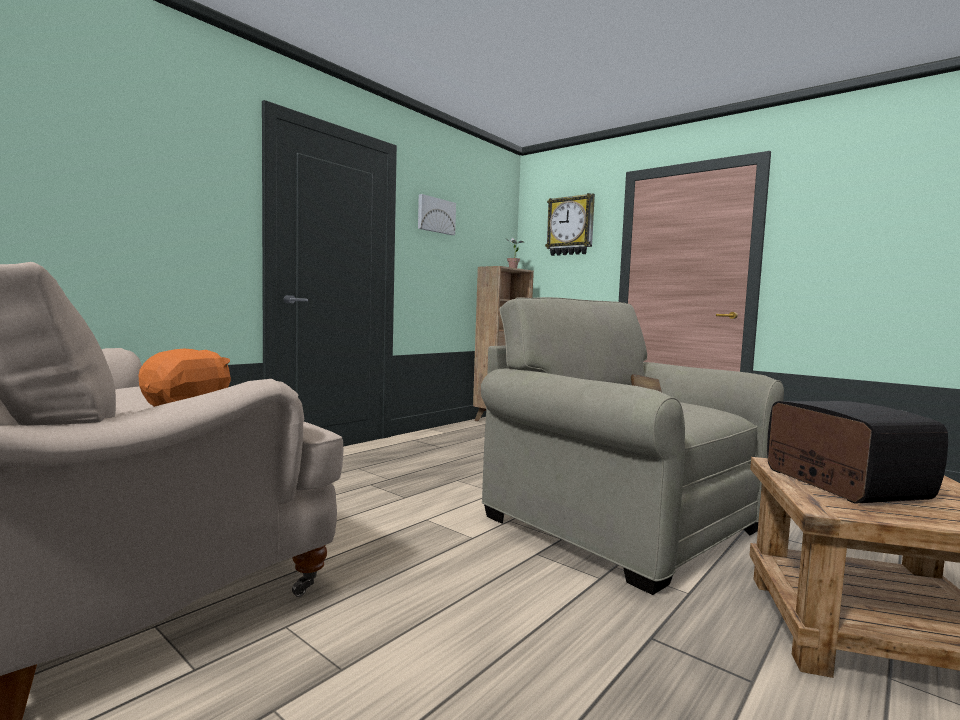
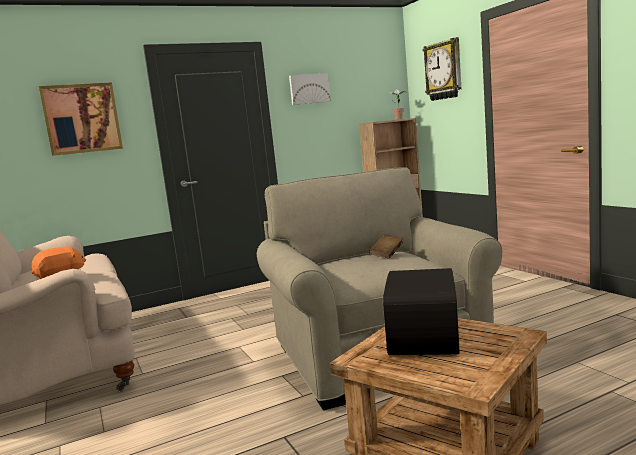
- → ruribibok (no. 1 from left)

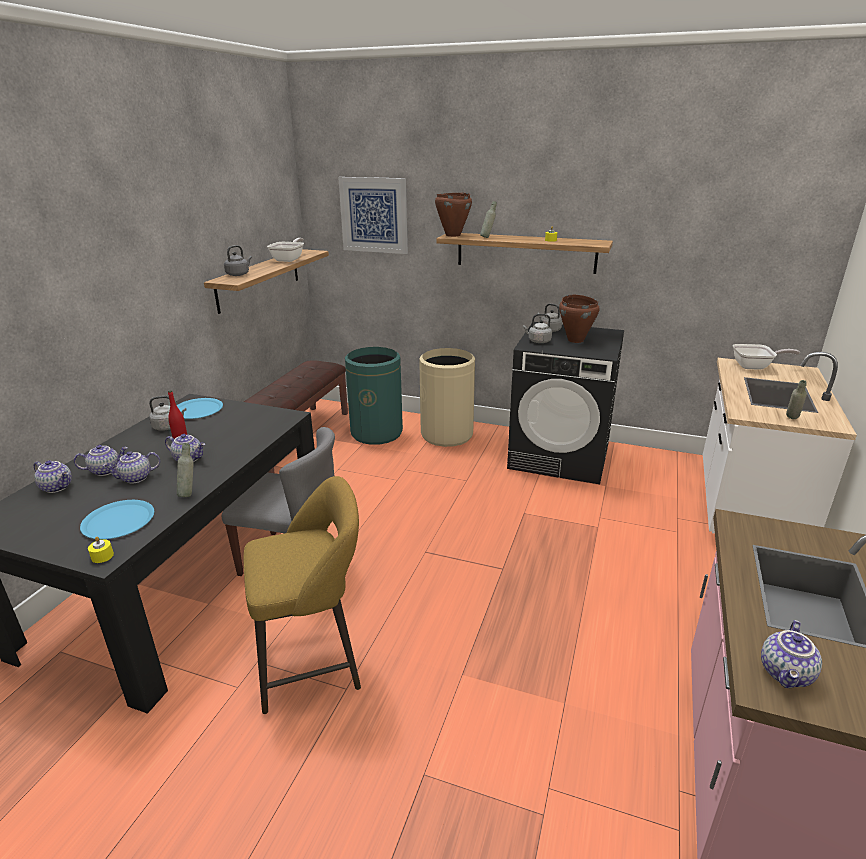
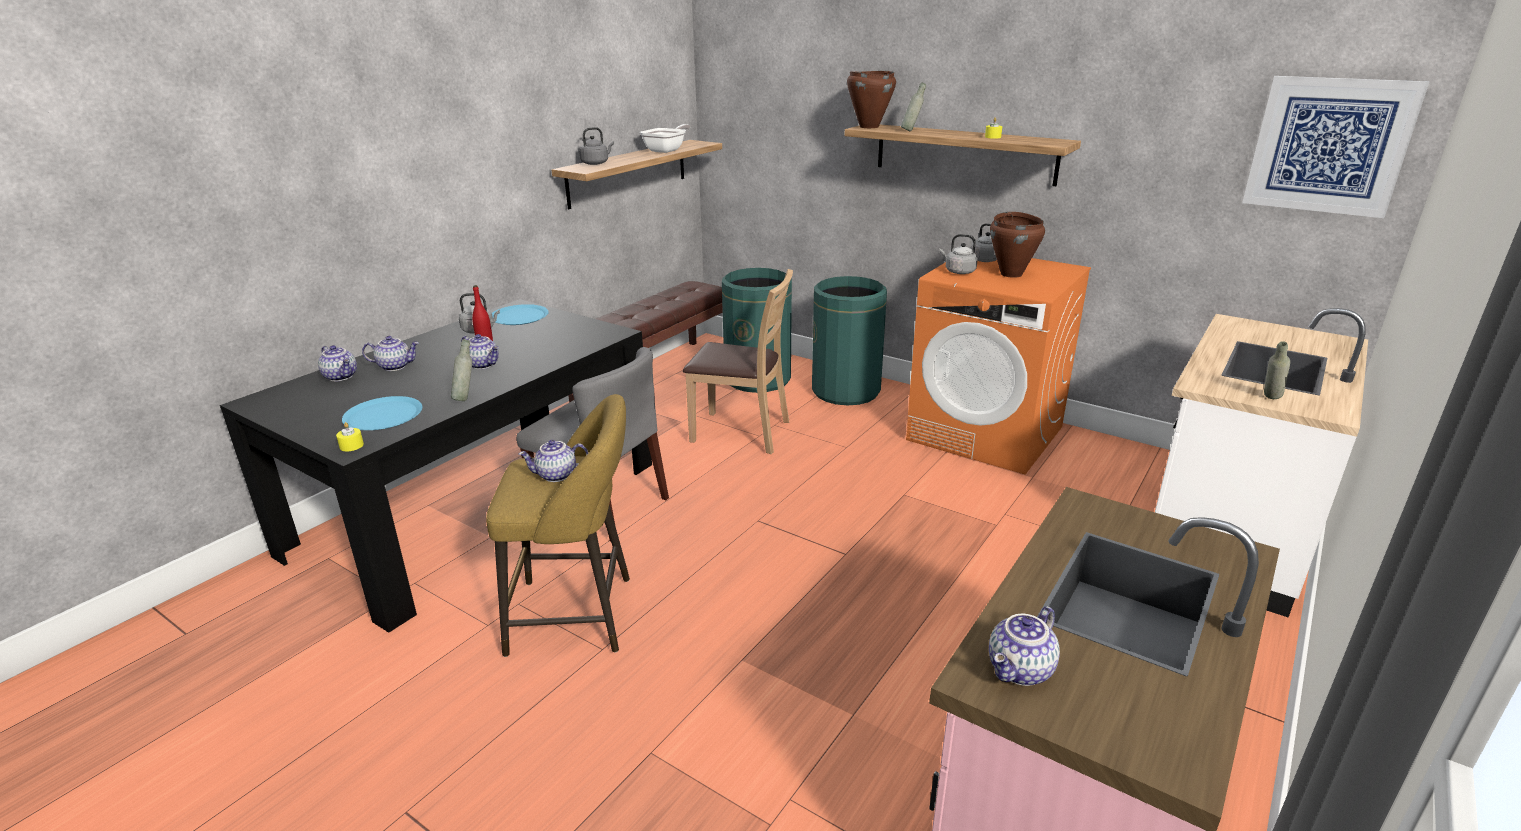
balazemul (no. 3 from left in the first image) → balazemul (no. 4 from left), relocated
- → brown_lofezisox
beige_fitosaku → green_fitosaku (no. 2 from left)
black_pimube → orange_pimube
ruribibok, relocated
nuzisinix (no. 2 from left) → -

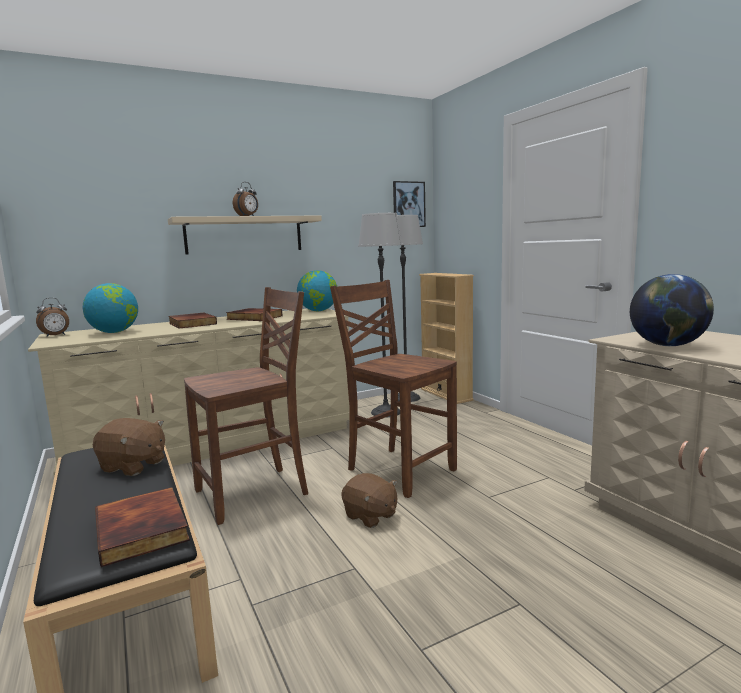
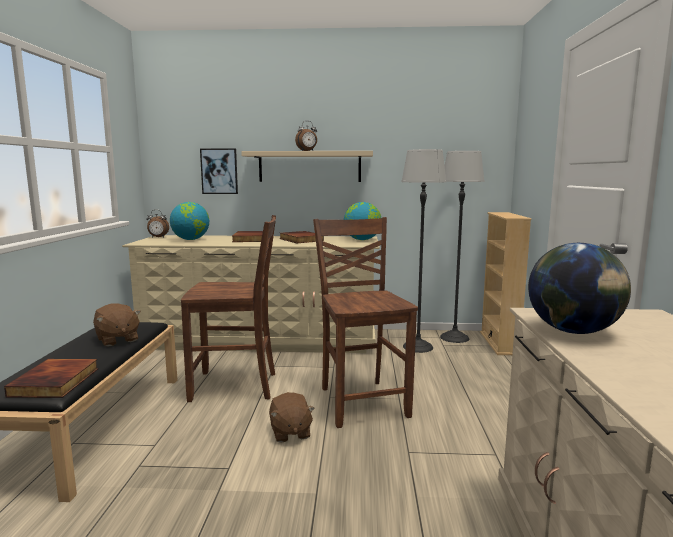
ruribibok, relocated

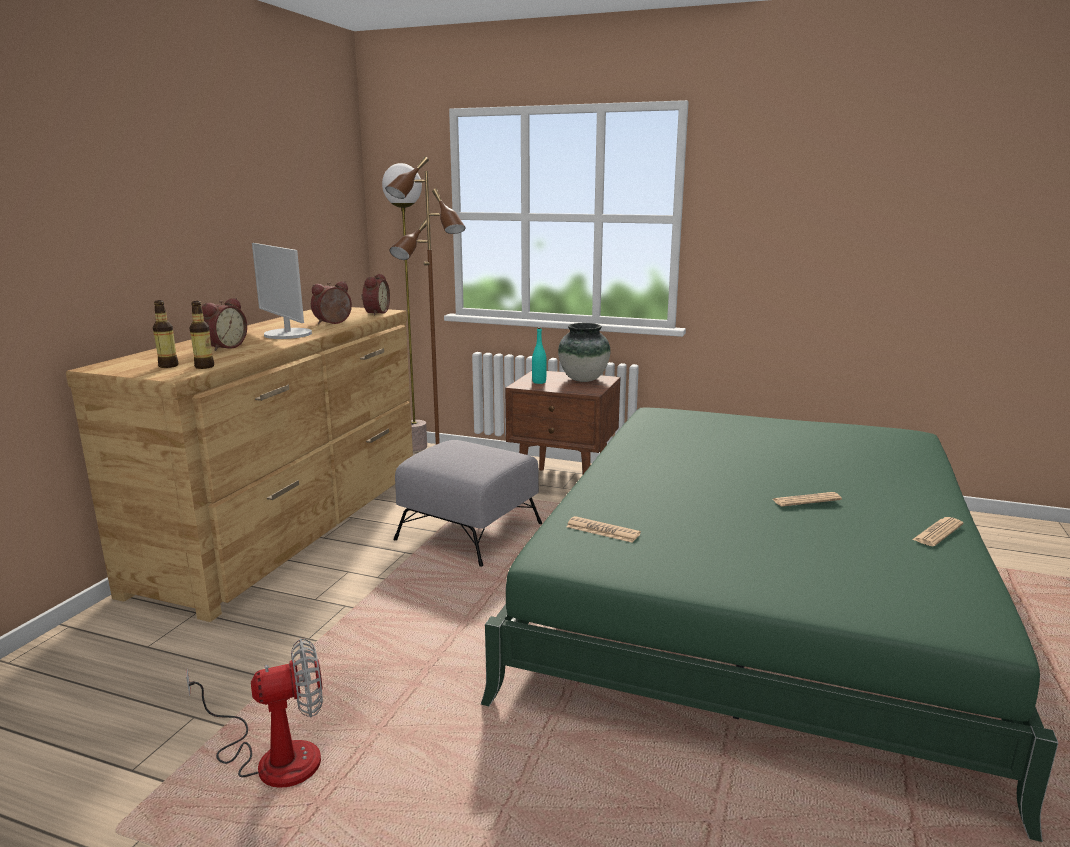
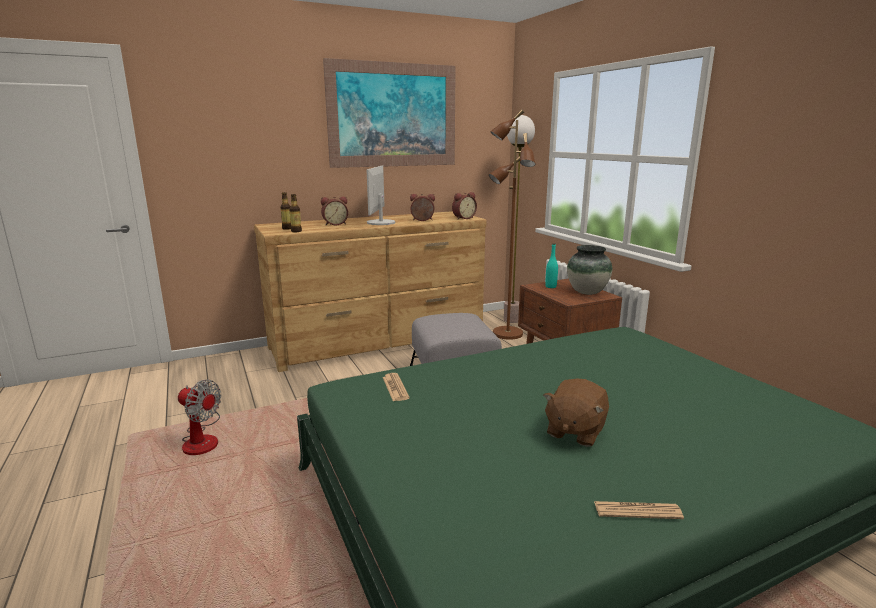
- → ruribibok
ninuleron (no. 2 from left) → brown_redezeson

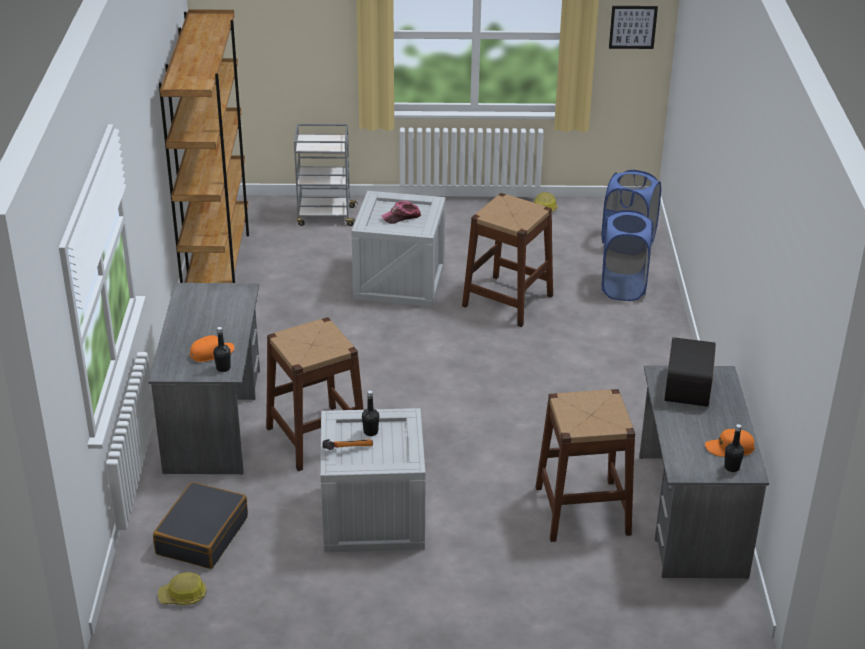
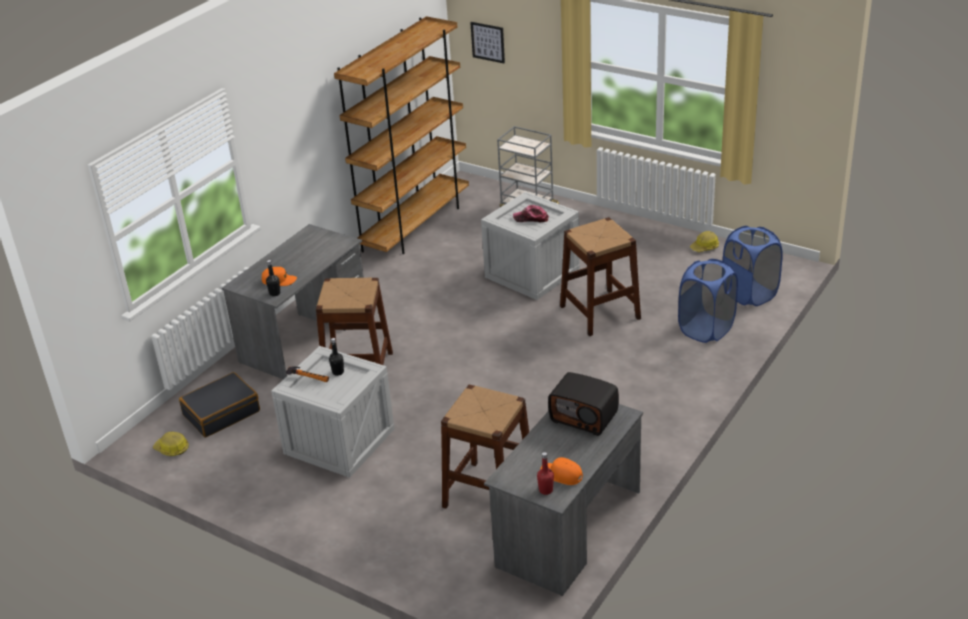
ruribibok, relocated
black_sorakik (no. 3 from left) → red_sorakik
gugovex, 105 degrees counterclockwise

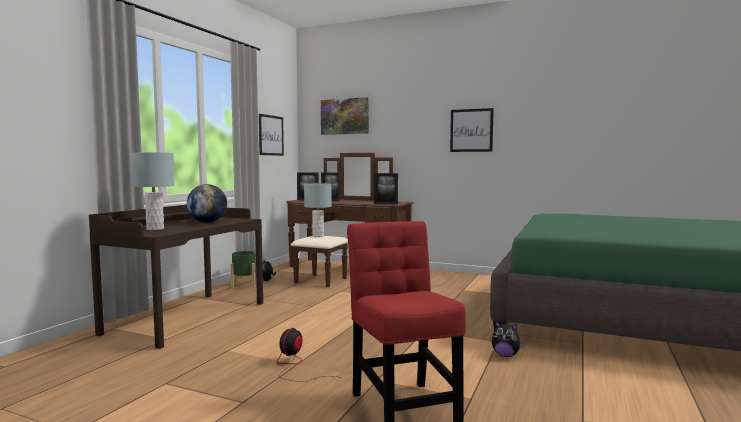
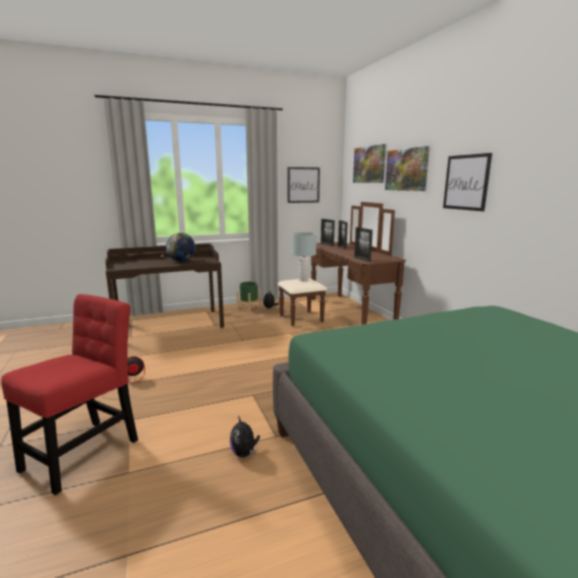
- → ruribibok (no. 3 from left)
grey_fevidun (no. 1 from left) → -

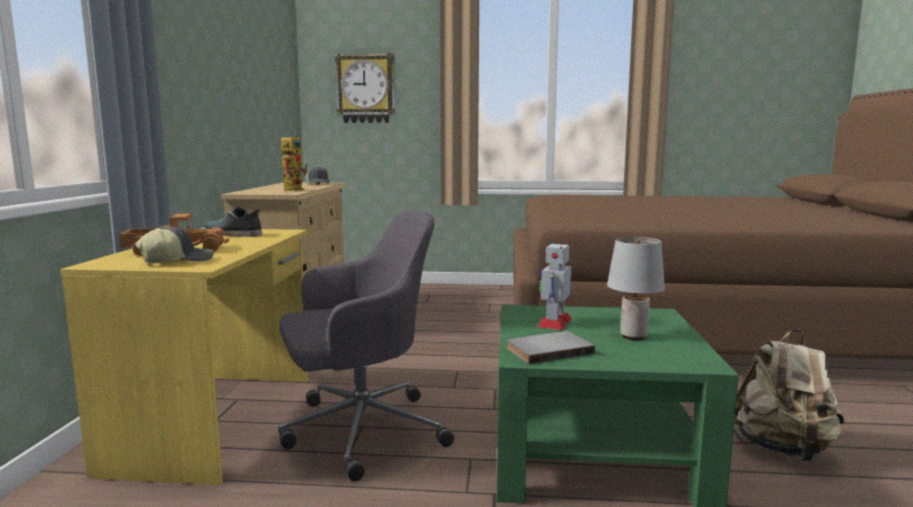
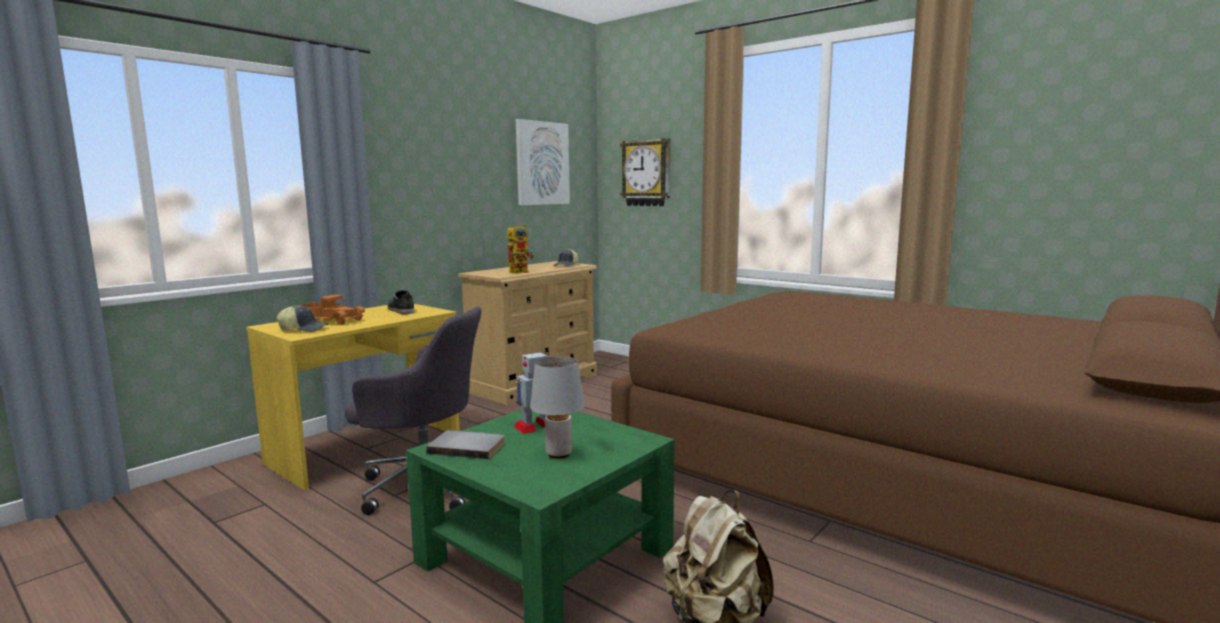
- → ruribibok

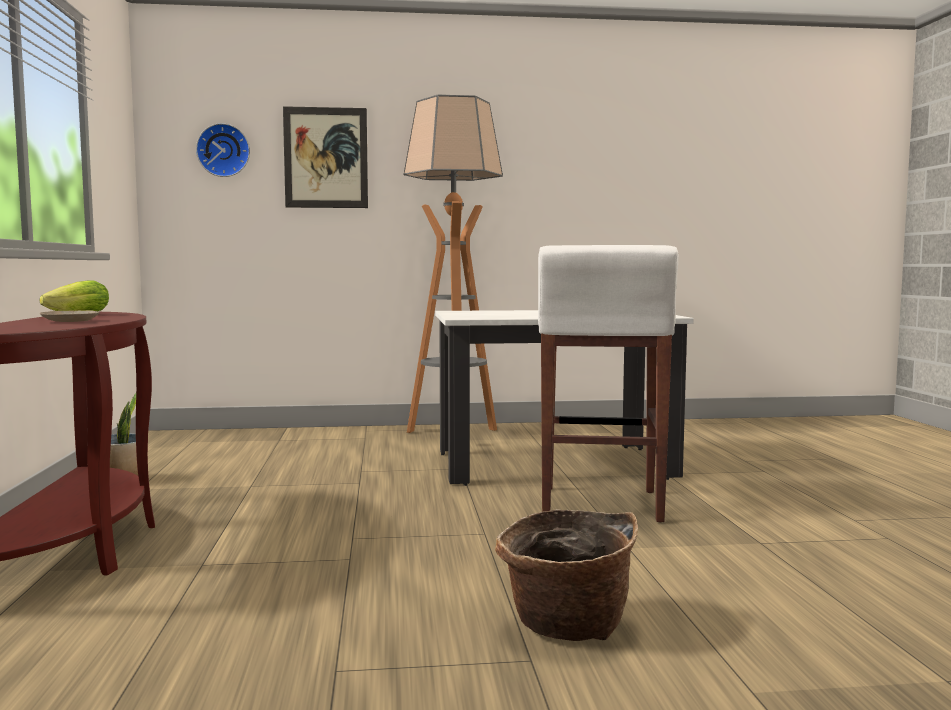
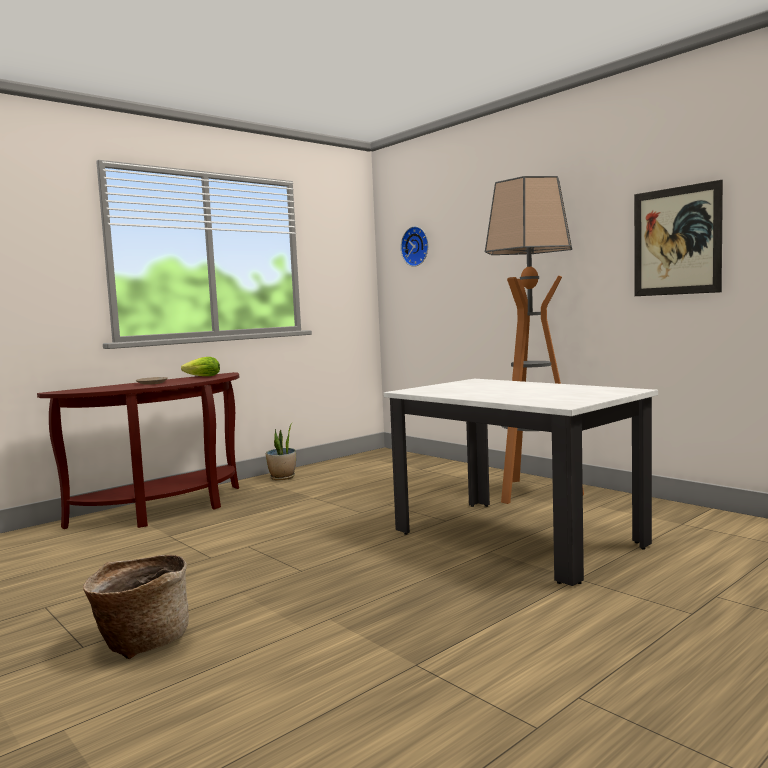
ruribibok, relocated
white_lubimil → -

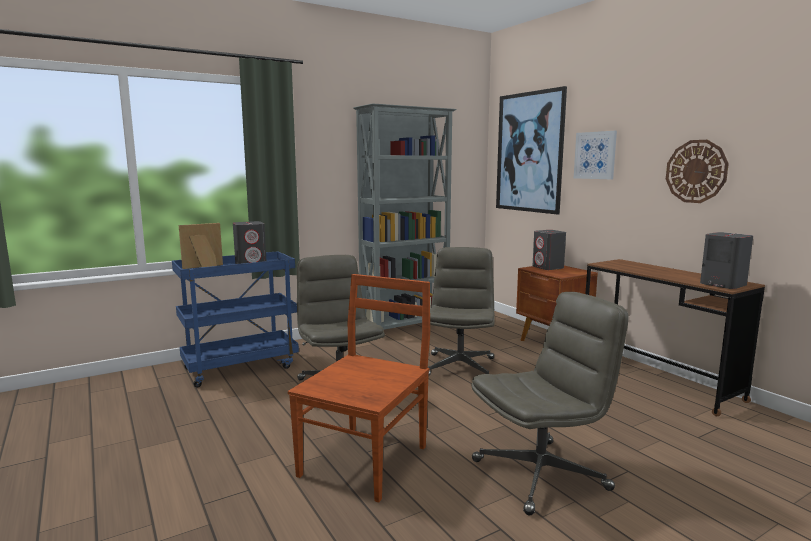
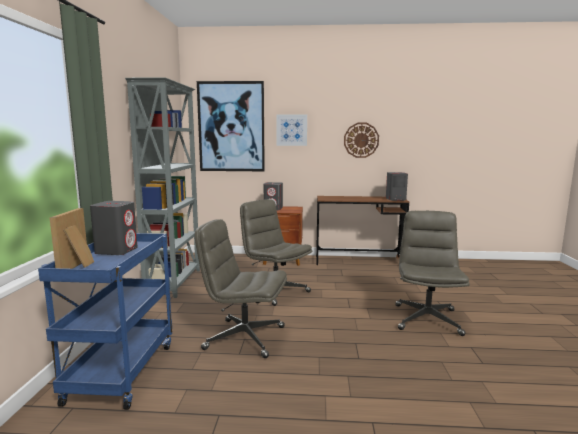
brown_lofezisox → -

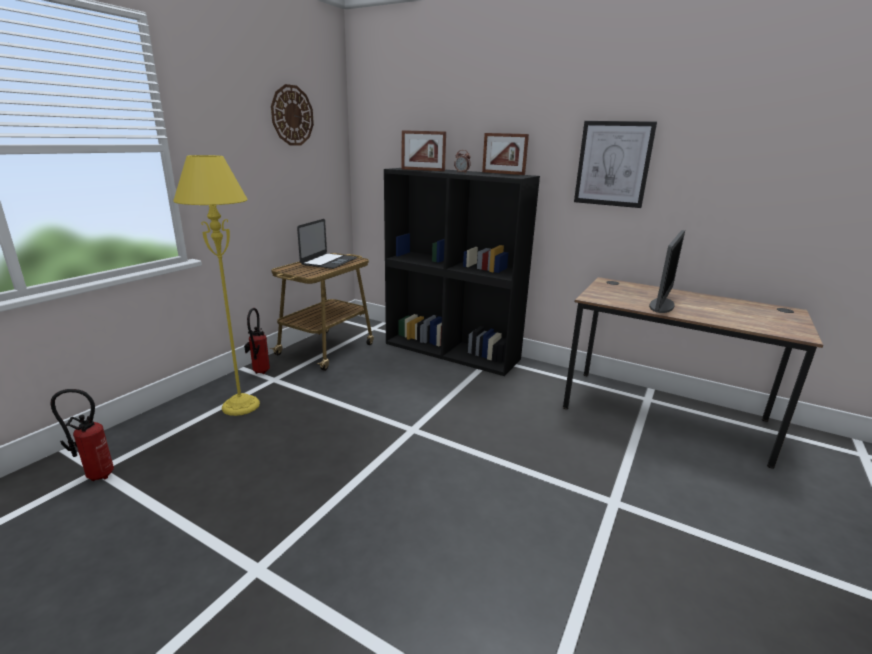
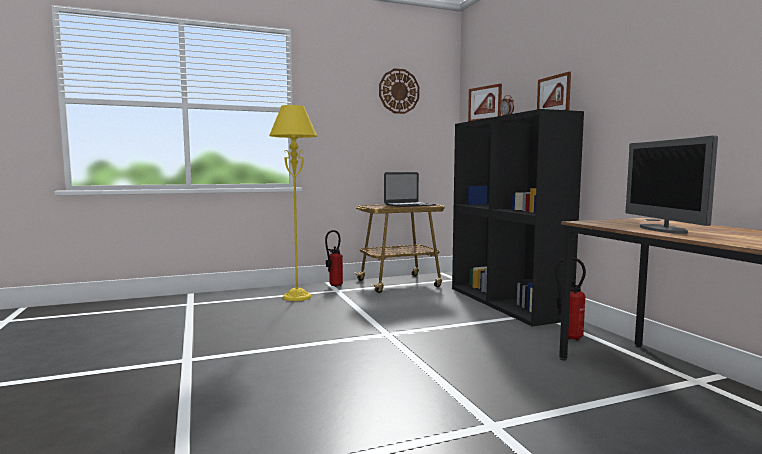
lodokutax (no. 1 from left in the first image) → lodokutax (no. 2 from left), relocated
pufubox, 105 degrees clockwise
ruribibok → -

